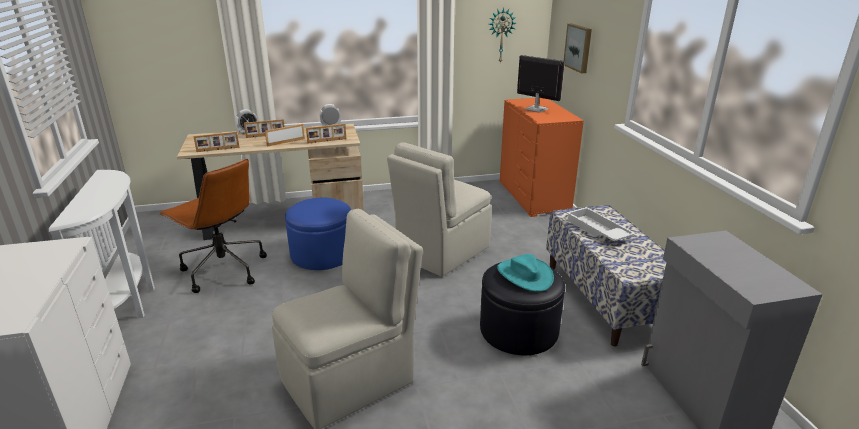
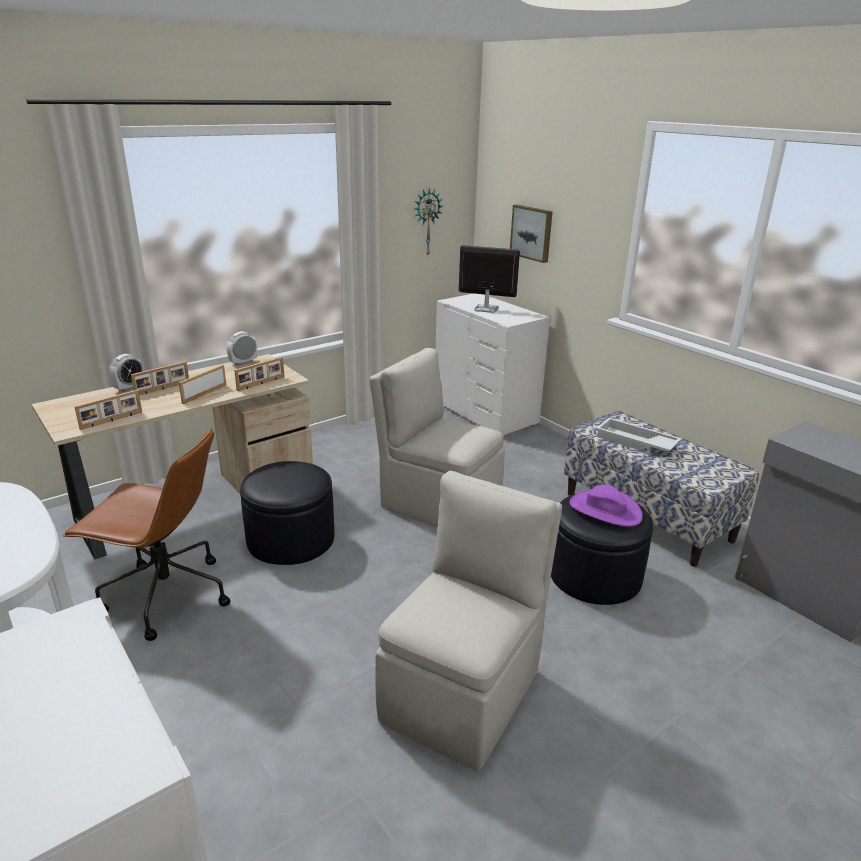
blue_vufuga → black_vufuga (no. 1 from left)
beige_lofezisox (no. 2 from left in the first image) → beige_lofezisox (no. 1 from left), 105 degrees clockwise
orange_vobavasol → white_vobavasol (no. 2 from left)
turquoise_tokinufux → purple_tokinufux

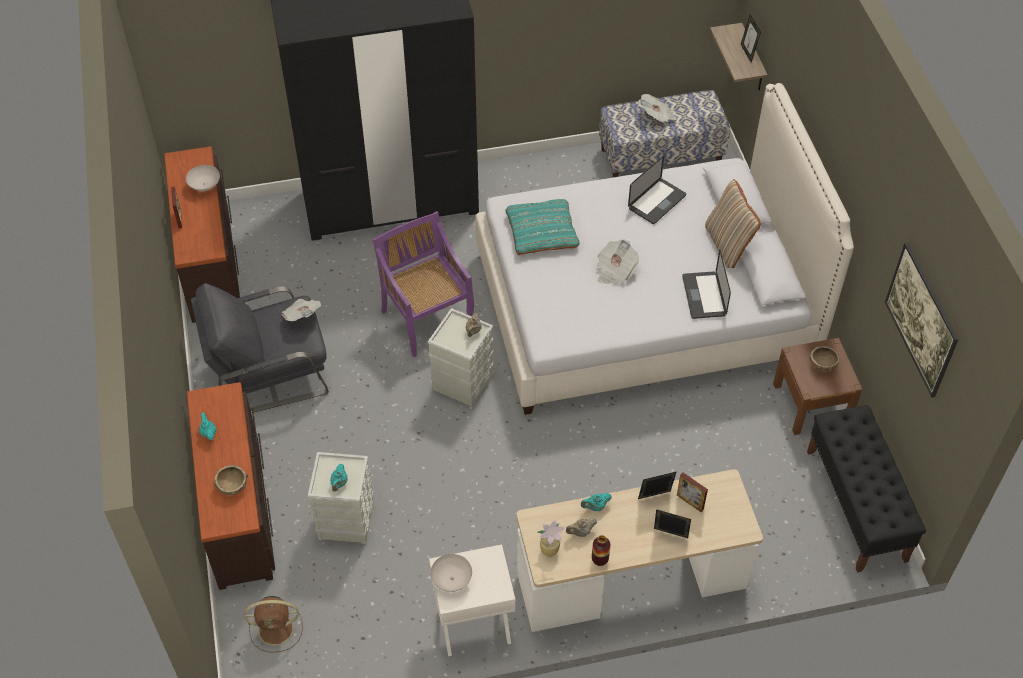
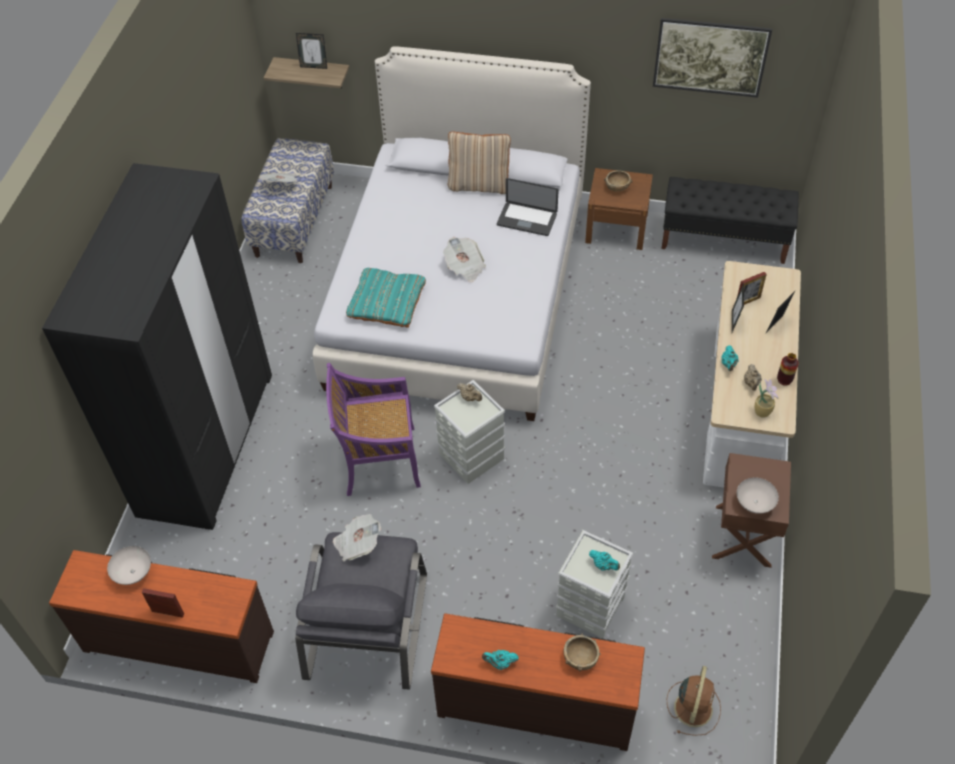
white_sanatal → brown_sanatal (no. 2 from left)
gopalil (no. 1 from left) → -

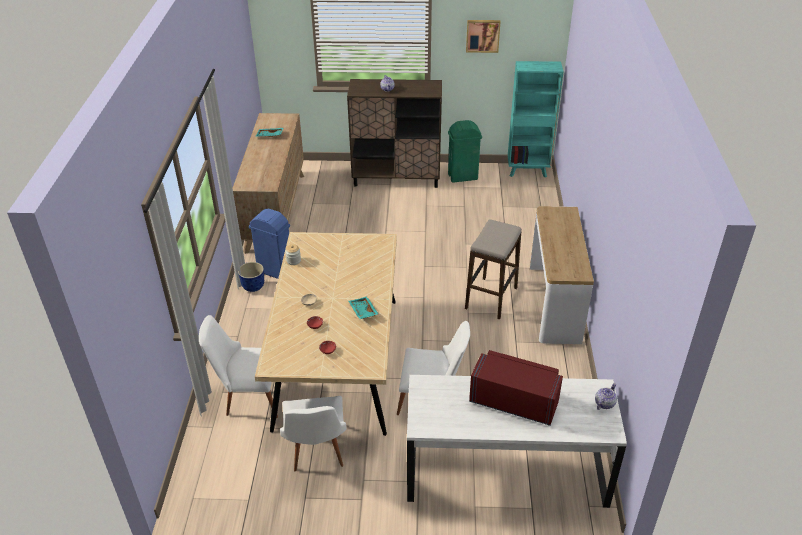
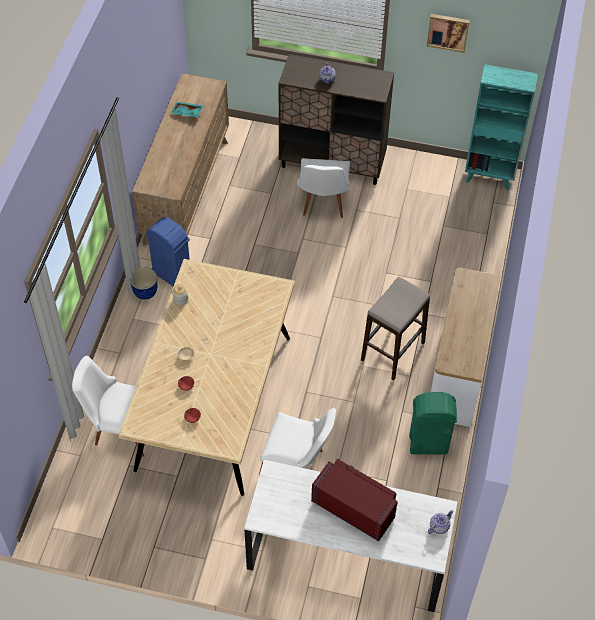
white_lofezisox (no. 2 from left in the first image) → white_lofezisox (no. 3 from left), relocated
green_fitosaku, relocated
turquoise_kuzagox (no. 2 from left) → -

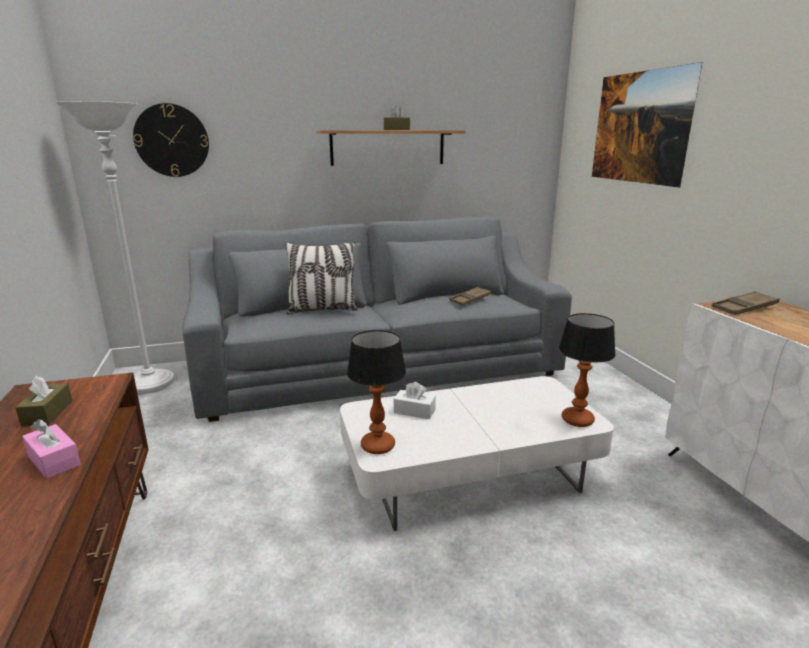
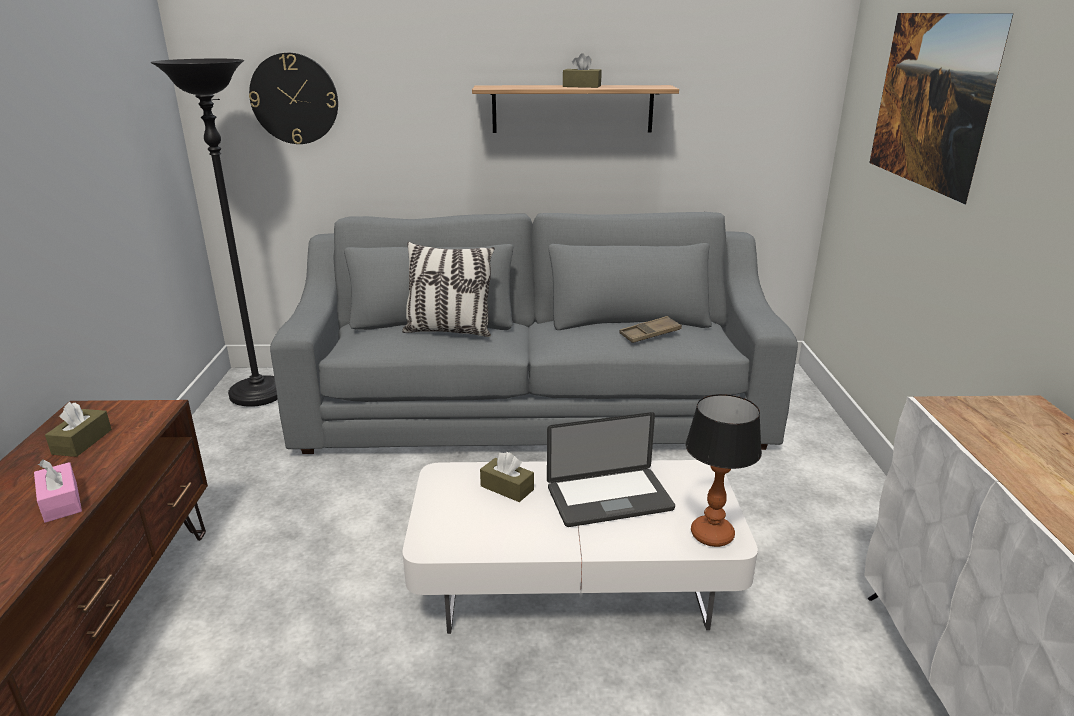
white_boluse → black_boluse
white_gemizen → brown_gemizen (no. 2 from left)
- → gopalil
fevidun (no. 1 from left) → -
brown_kuzagox (no. 2 from left) → -

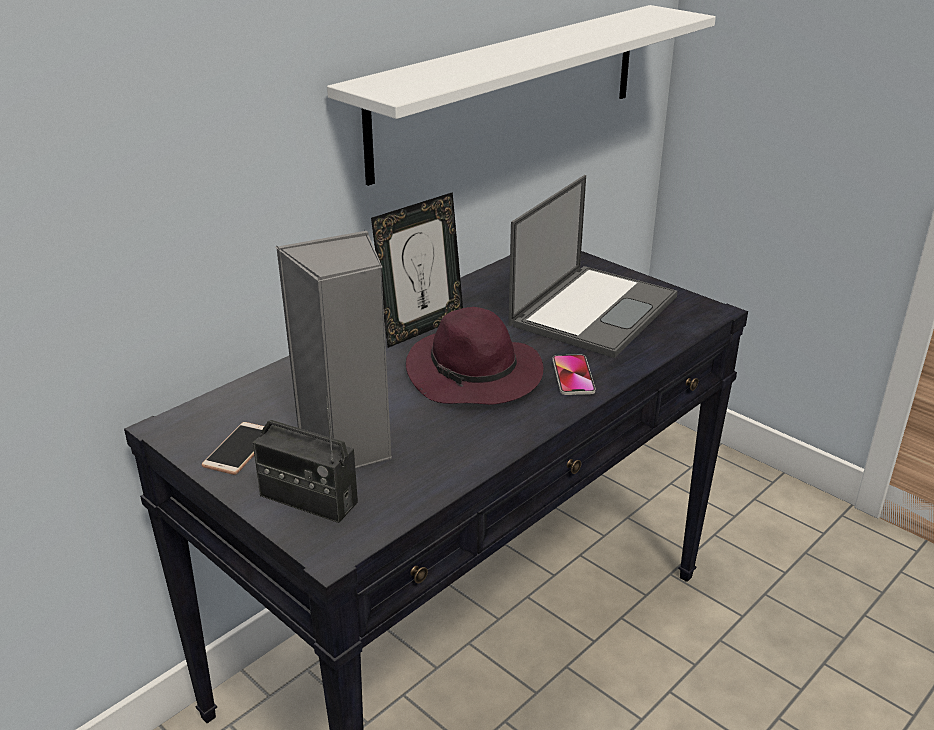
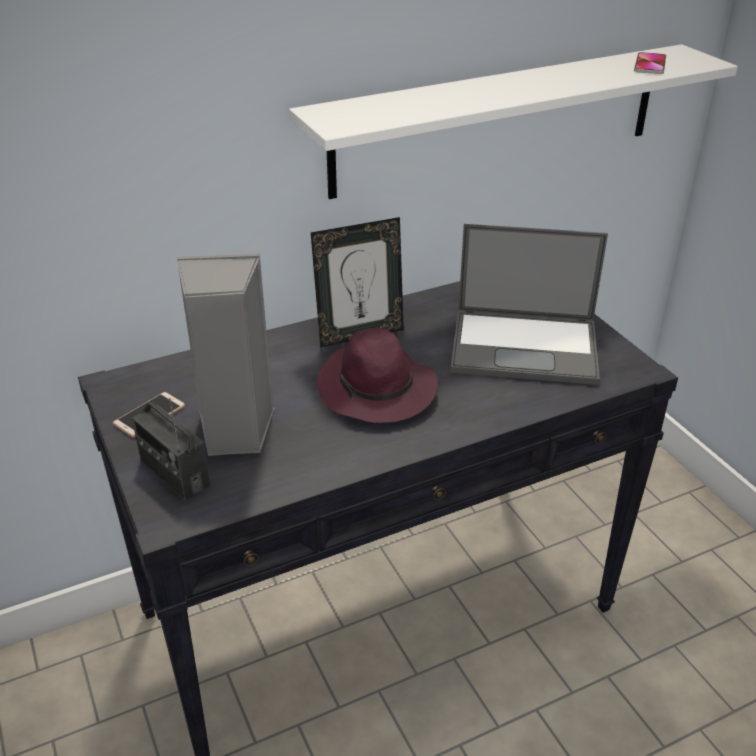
gopalil, 45 degrees clockwise
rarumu (no. 2 from left), relocated

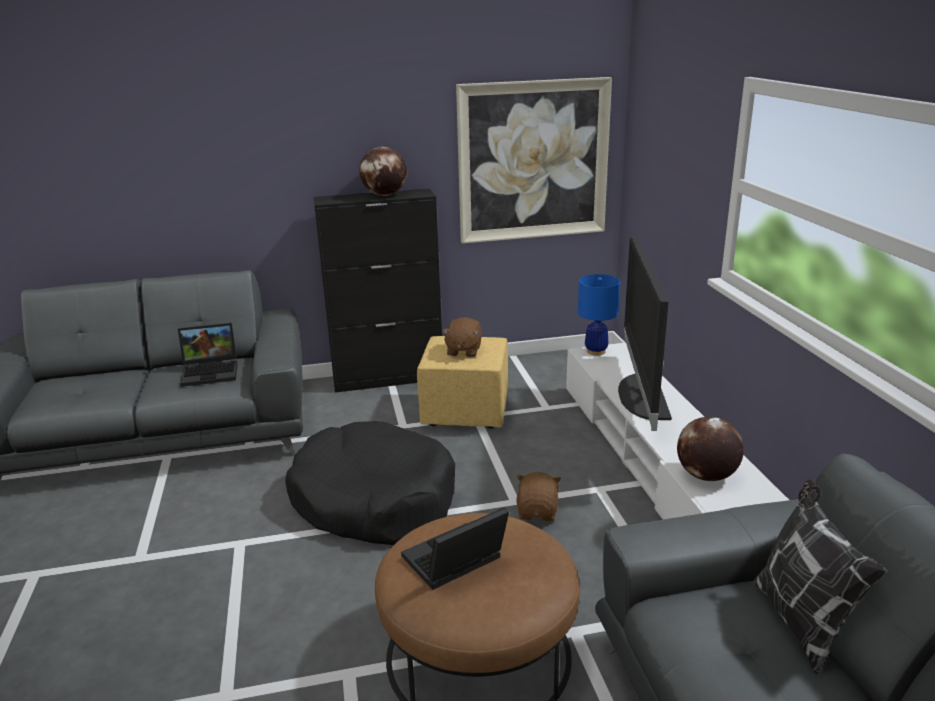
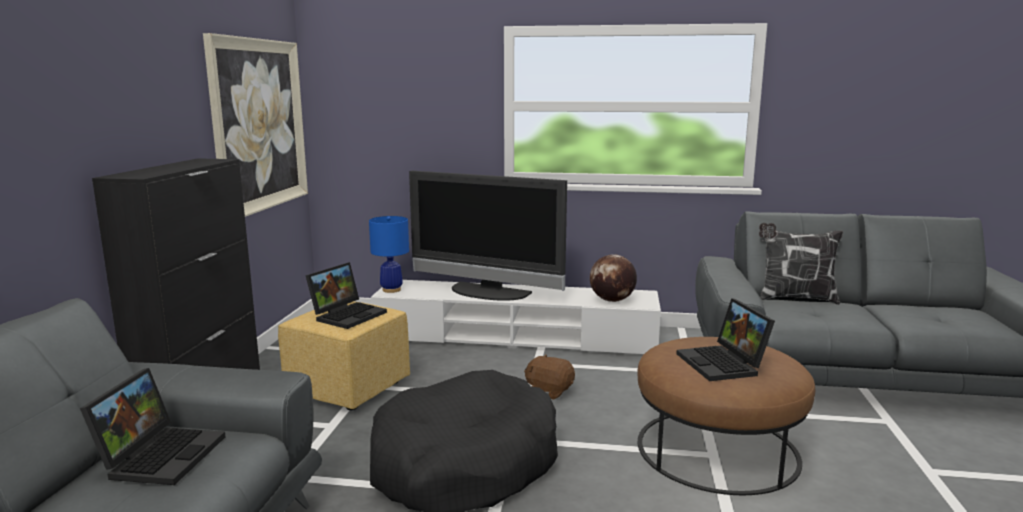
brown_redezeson (no. 1 from left) → gopalil (no. 2 from left)
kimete (no. 1 from left) → -

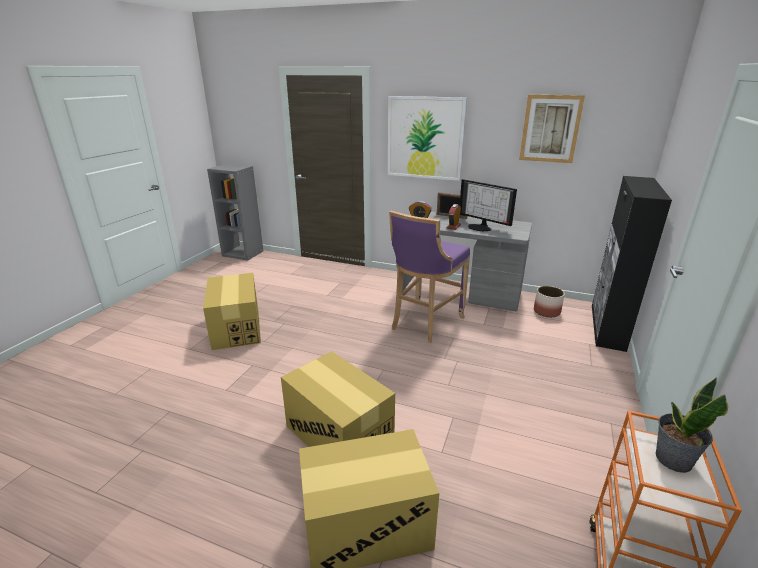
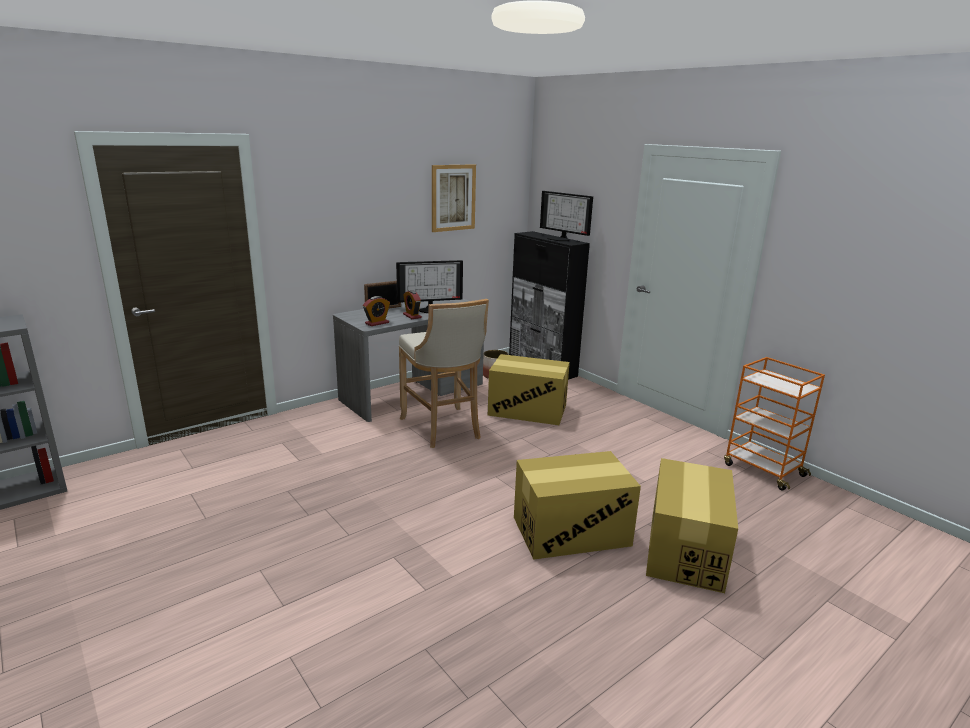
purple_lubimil → beige_lubimil
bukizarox (no. 1 from left), relocated
- → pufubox (no. 2 from left)
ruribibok (no. 1 from left) → -
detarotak → -

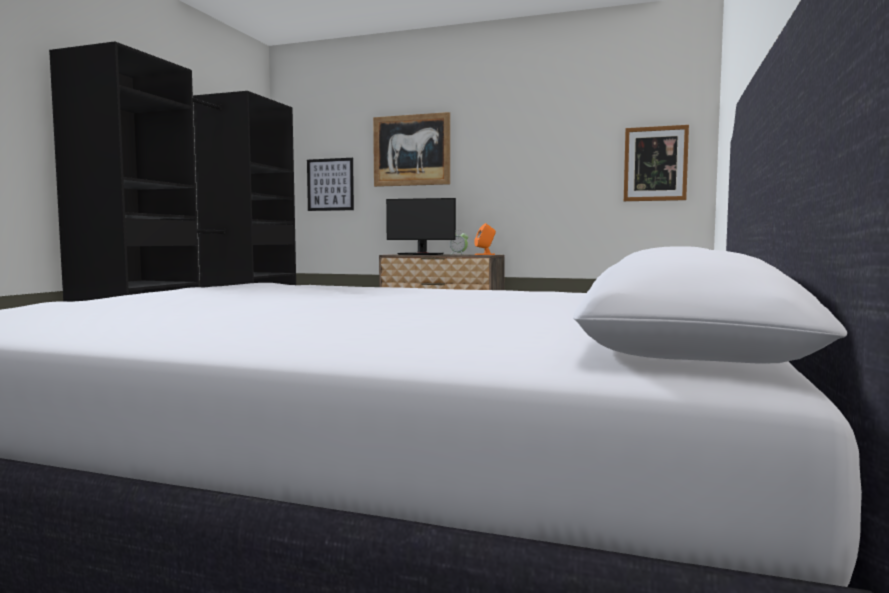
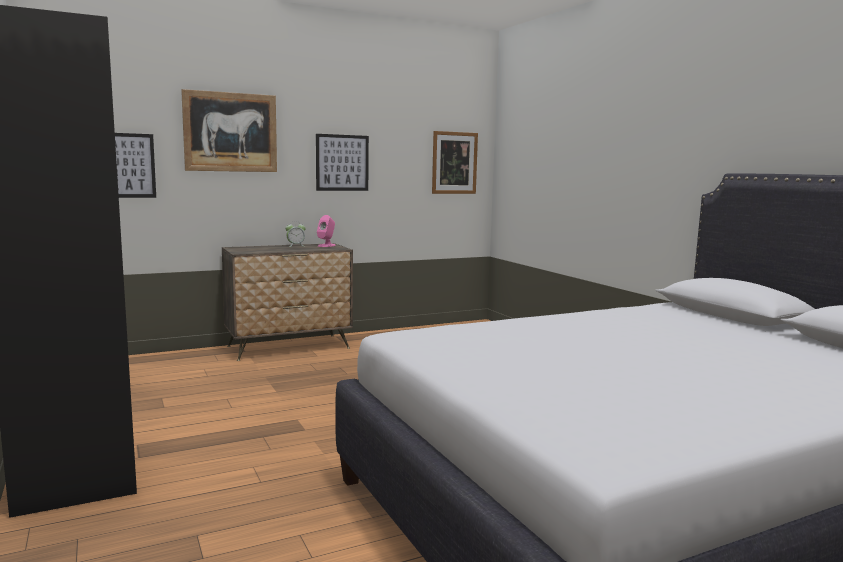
- → ruribibok (no. 3 from left)
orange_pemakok → pink_pemakok
pufubox → -

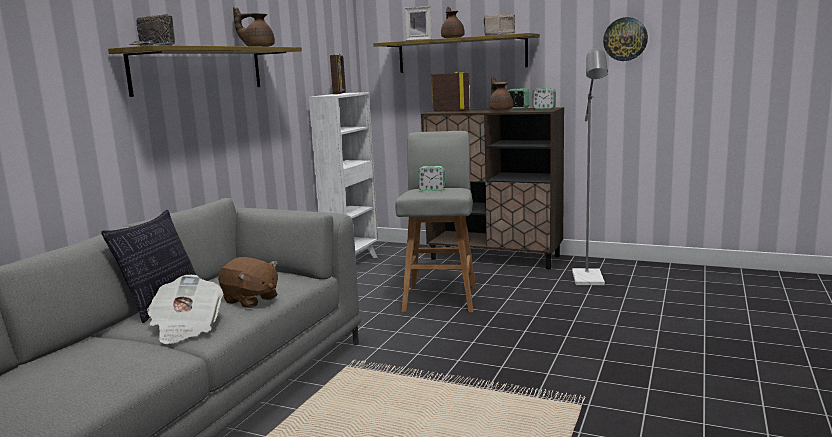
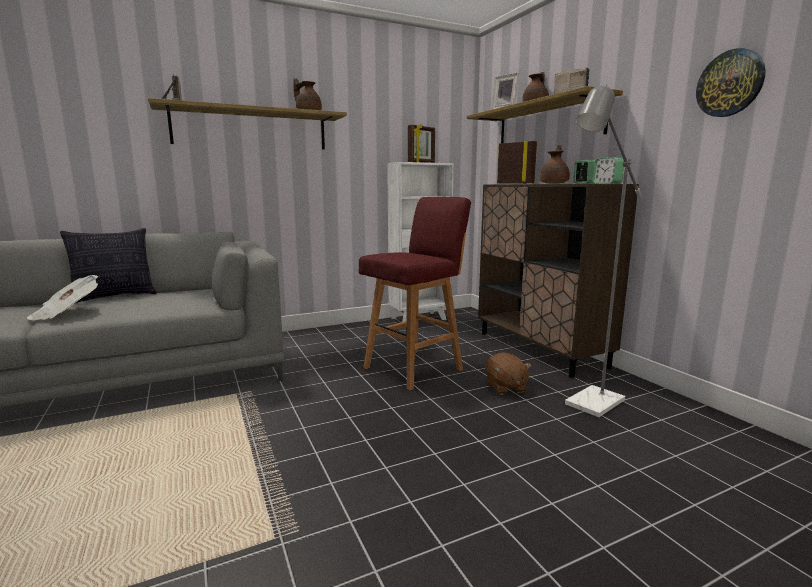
grey_lubimil → red_lubimil
brown_redezeson, relocated
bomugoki (no. 1 from left) → -

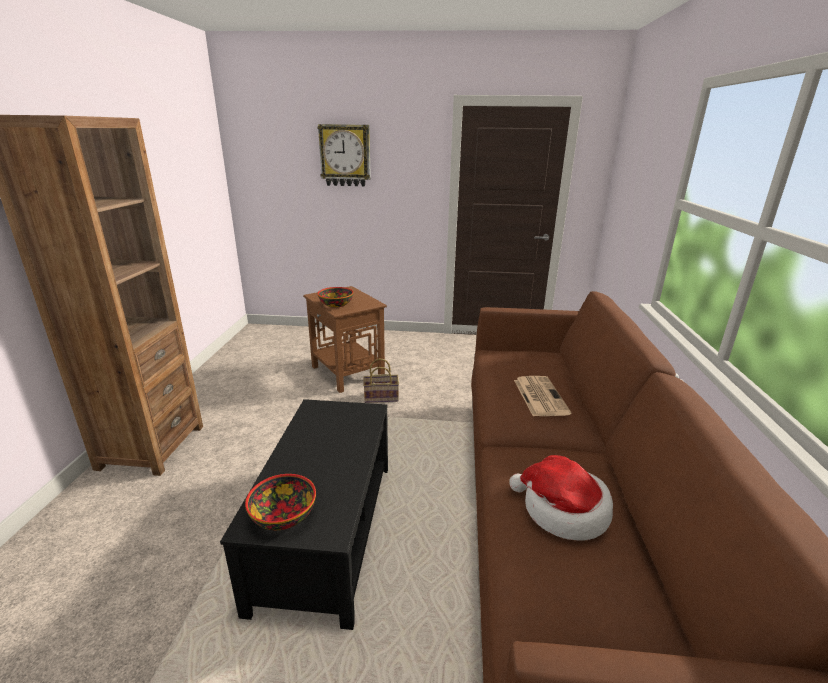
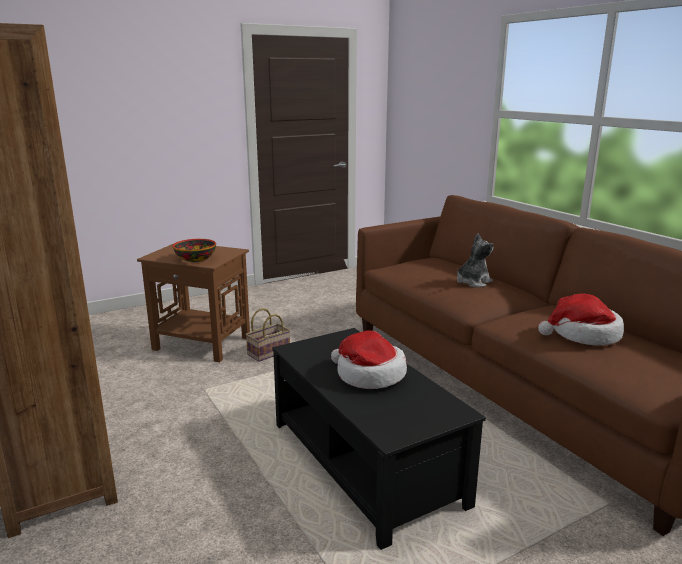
- → tokinufux (no. 1 from left)
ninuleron → redezeson
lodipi (no. 1 from left) → -
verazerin → -

